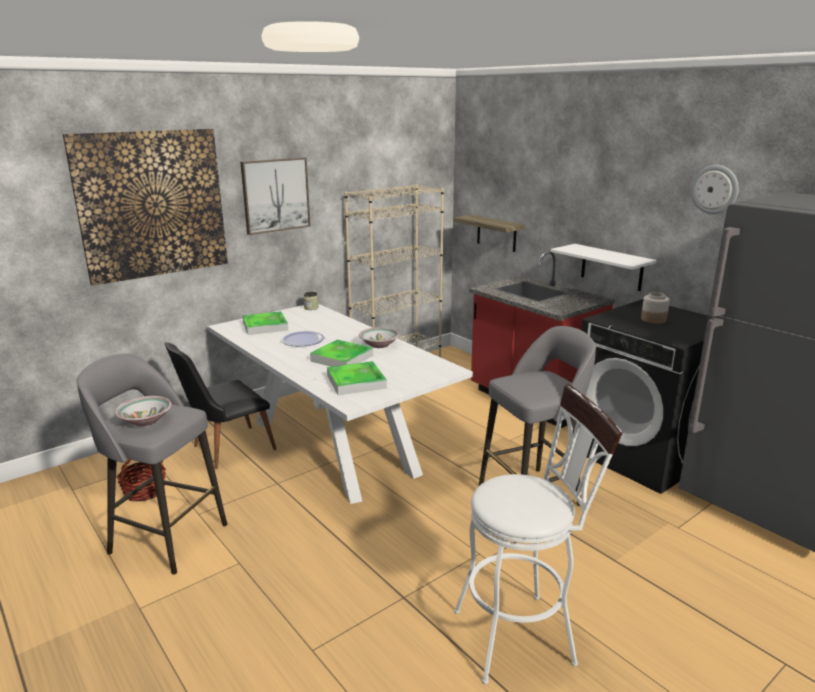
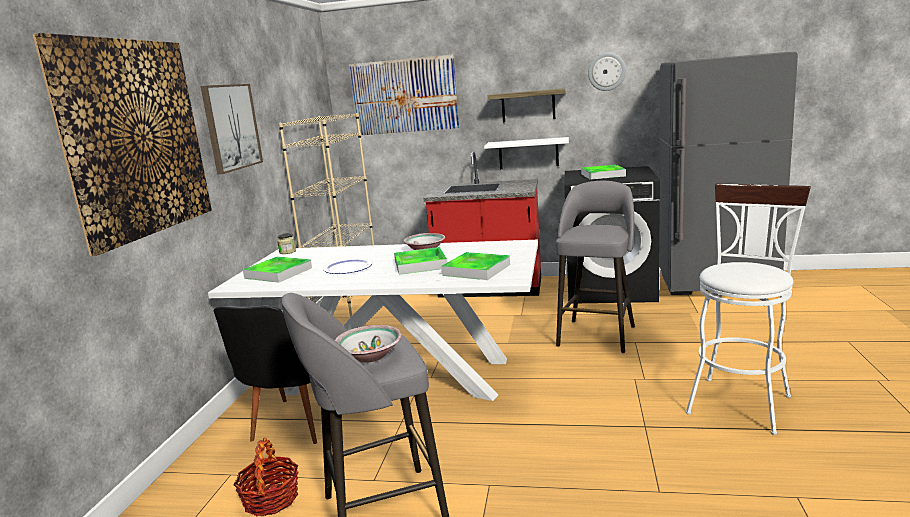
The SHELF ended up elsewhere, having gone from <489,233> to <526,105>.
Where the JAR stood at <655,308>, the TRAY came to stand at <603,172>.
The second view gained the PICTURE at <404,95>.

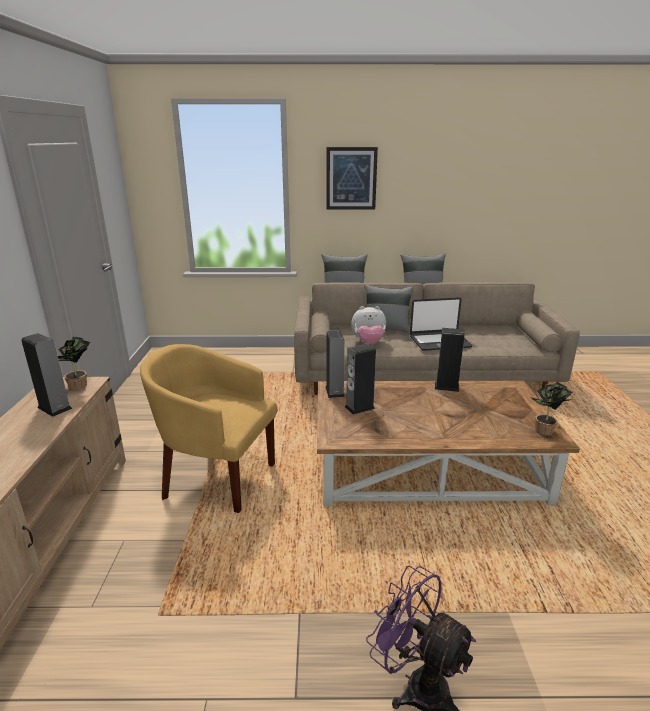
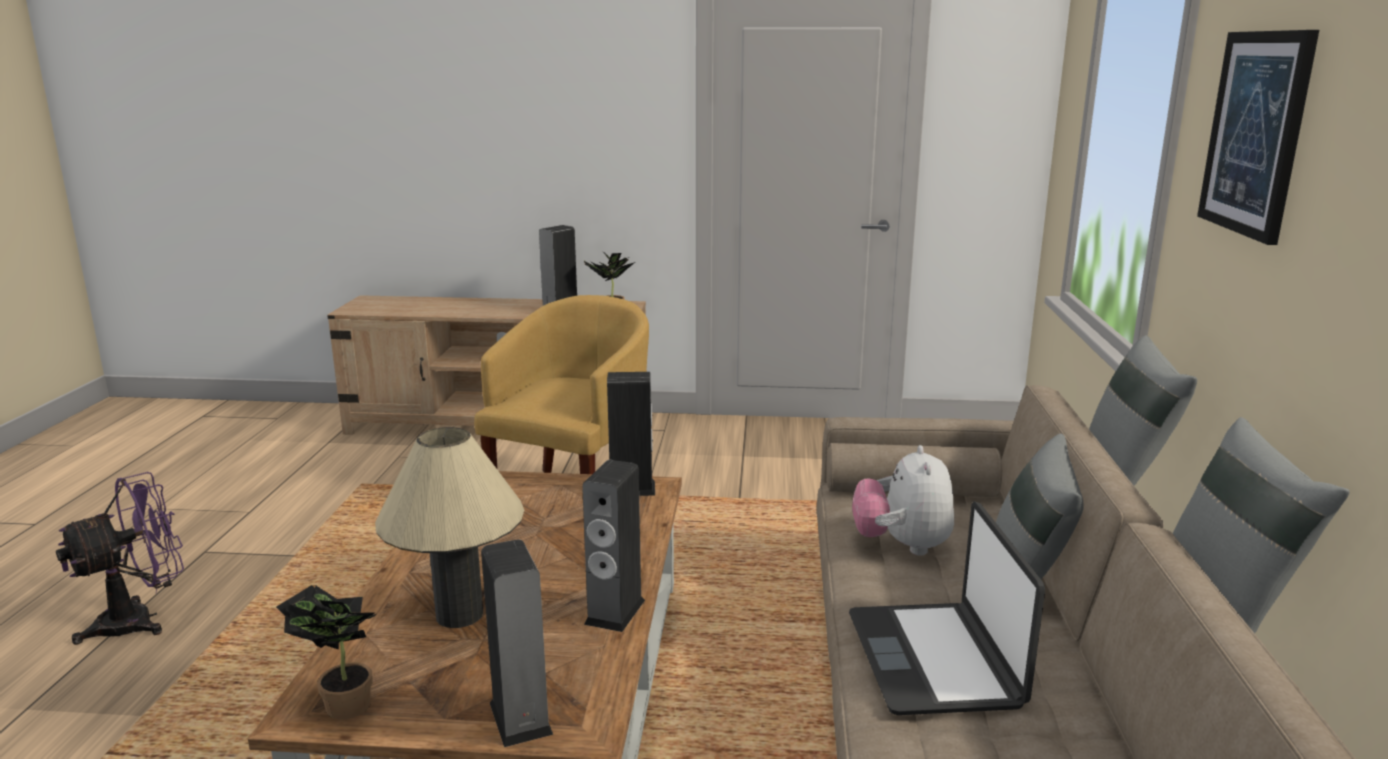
The SPEAKER ended up elsewhere, having gone from <360,379> to <517,643>.
The second view gained the BEIGE TABLE LAMP at <449,527>.

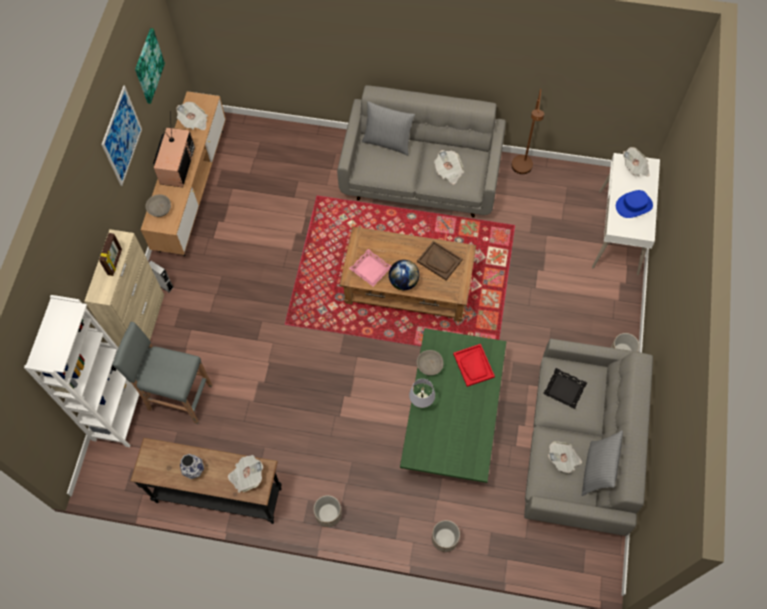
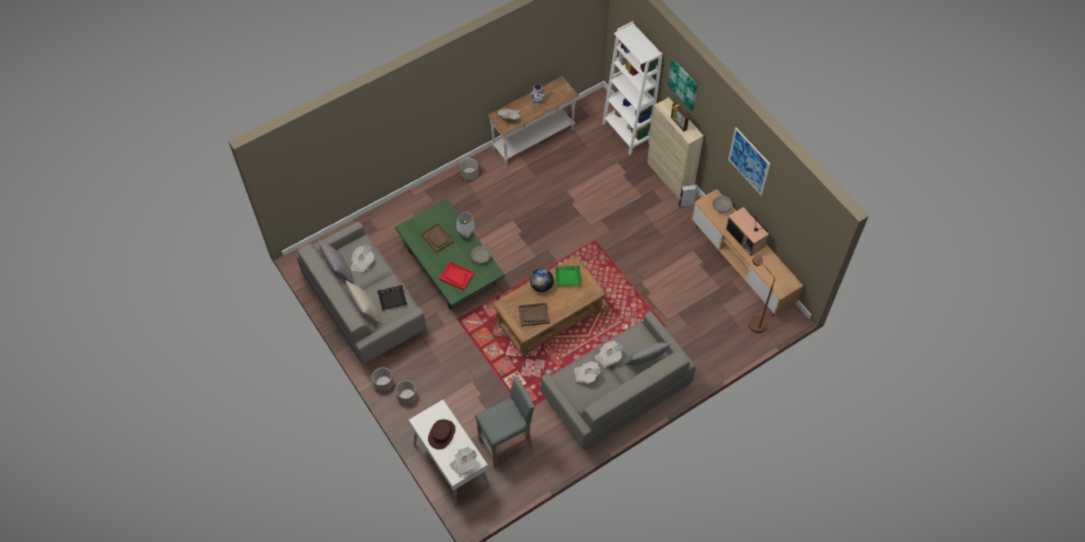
The GREY STOOL ended up elsewhere, having gone from <162,373> to <505,422>.
What was the BLACK CONSOLE TABLE at <206,481> turned into the WHITE CONSOLE TABLE at <533,121>.
The PICTURE ended up elsewhere, having gone from <150,66> to <683,85>.
The NEWSPAPER ended up elsewhere, having gone from <192,116> to <609,354>.
What was the PINK TRAY at <370,268> turned into the GREEN TRAY at <568,276>.
The PLANTER ended up elsewhere, having gone from <446,536> to <406,392>.
The BROWN FLOOR LAMP ended up elsewhere, having gone from <528,131> to <762,294>.
What was the BLUE HAT at <634,204> turned into the BROWN HAT at <441,434>.
The second view gained the BEIGE PILLOW at <364,303>.
The second view gained the BROWN TRAY at <437,237>.

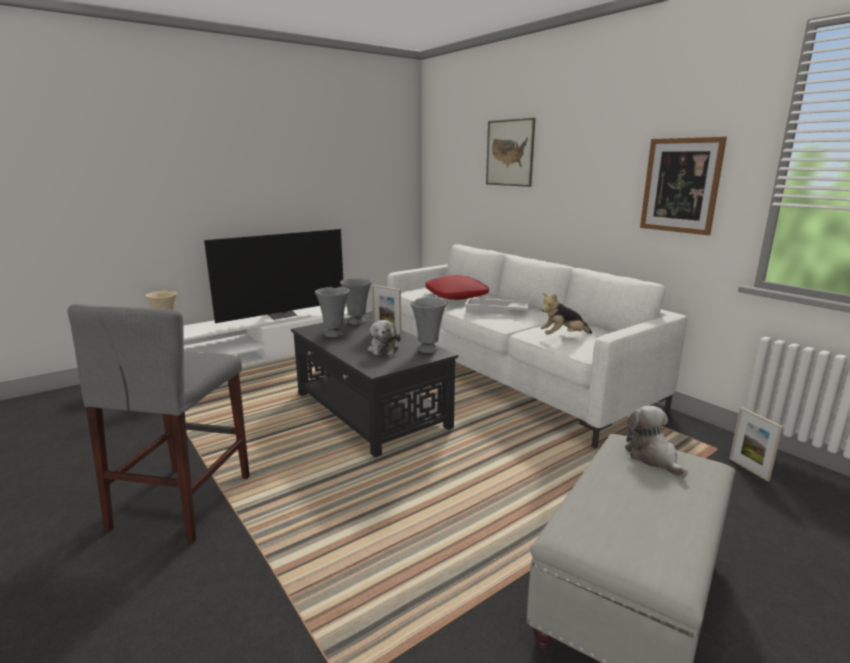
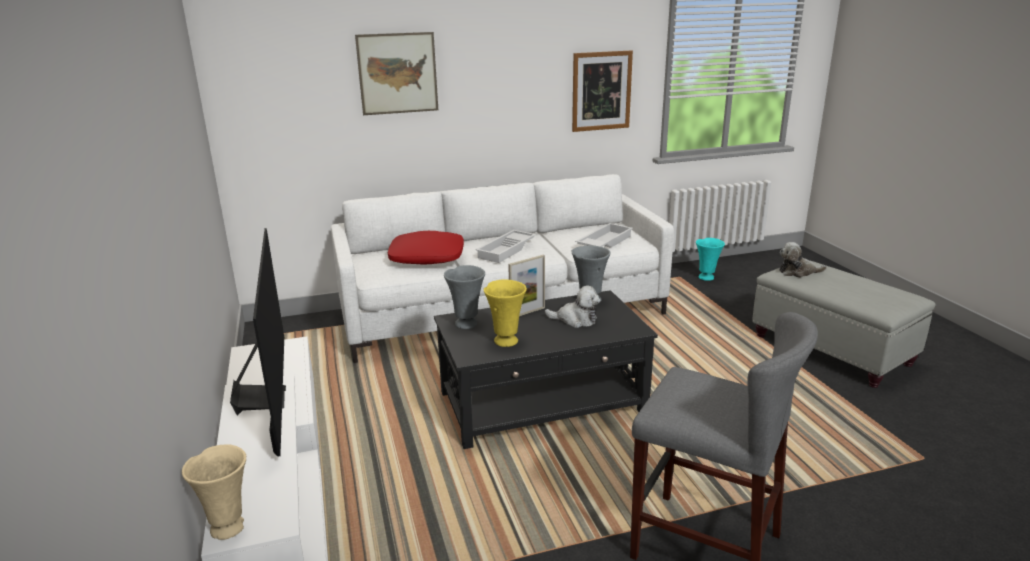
What was the GREY VASE at <332,312> turned into the YELLOW VASE at <505,313>.
Where the PLUSH TOY stood at <566,314>, the WHITE TRAY came to stand at <604,235>.
Where the PICTURE FRAME stood at <756,444>, the TURQUOISE VASE came to stand at <710,259>.

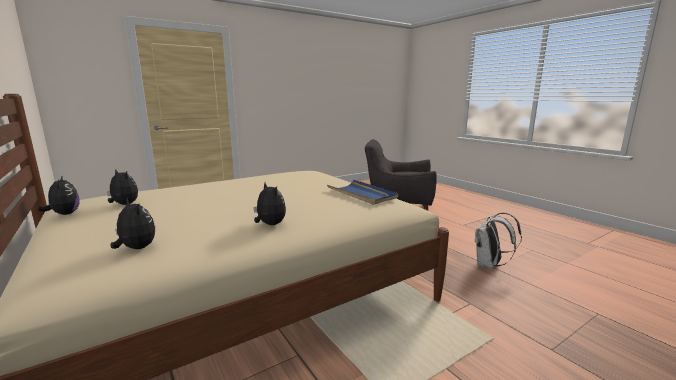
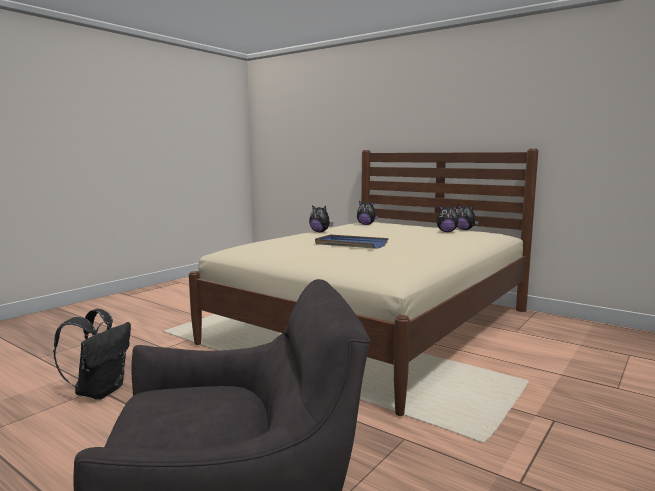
The BLUE TRAY ended up elsewhere, having gone from <362,192> to <352,241>.
What was the WHITE BACKPACK at <498,240> turned into the BLACK BACKPACK at <92,354>.

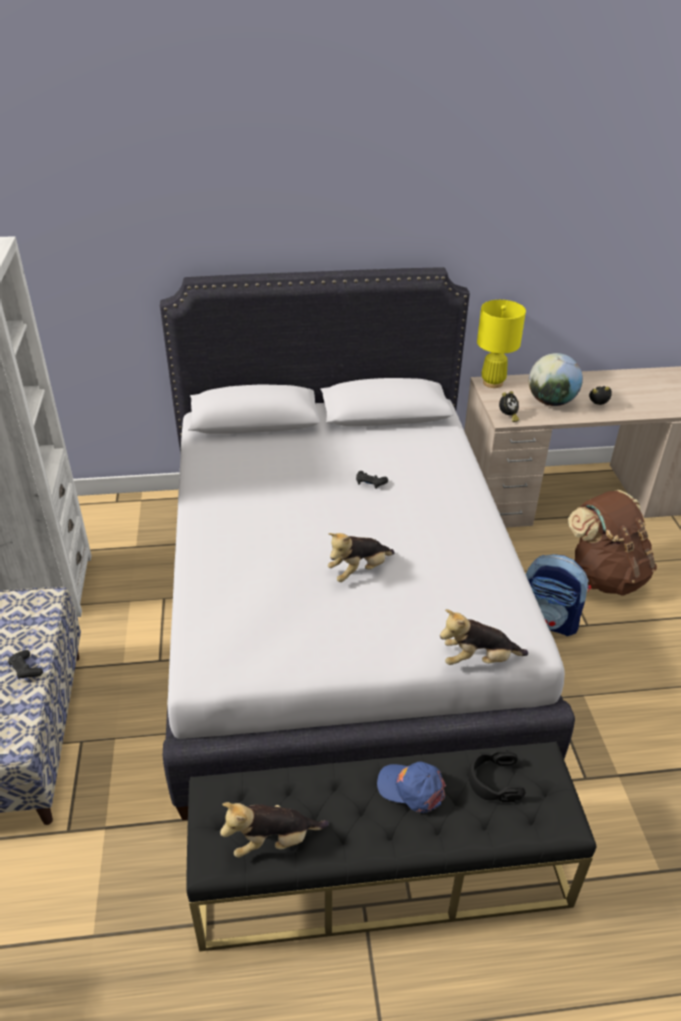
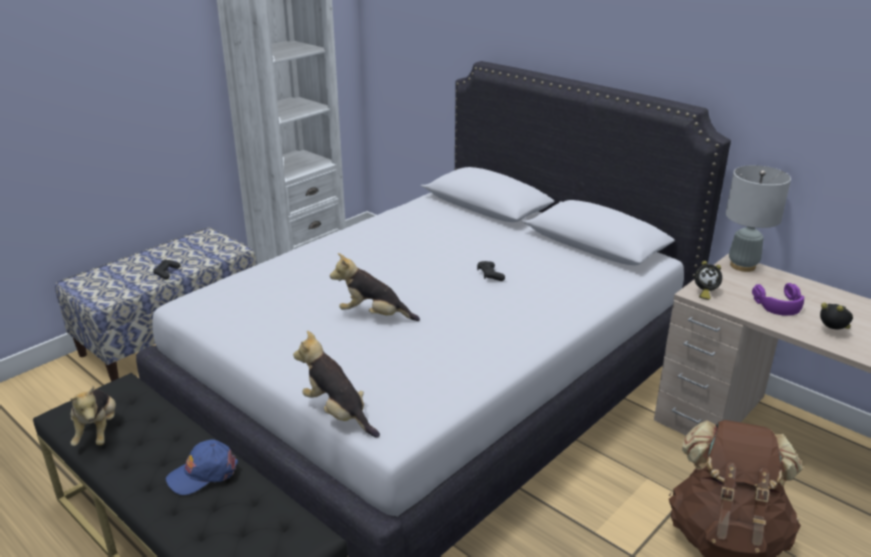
The PLUSH TOY at <274,830> ended up facing another way, 135 degrees counterclockwise from before.
The BLUE CAP at <411,787> ended up facing another way, 105 degrees counterclockwise from before.
The second view lost the BLACK HEADPHONES at <497,776>.
What was the YELLOW TABLE LAMP at <501,344> turned into the GREY TABLE LAMP at <758,218>.
The second view lost the BACKPACK at <558,595>.
Where the GLOBE stood at <556,379>, the PURPLE HEADPHONES came to stand at <778,299>.

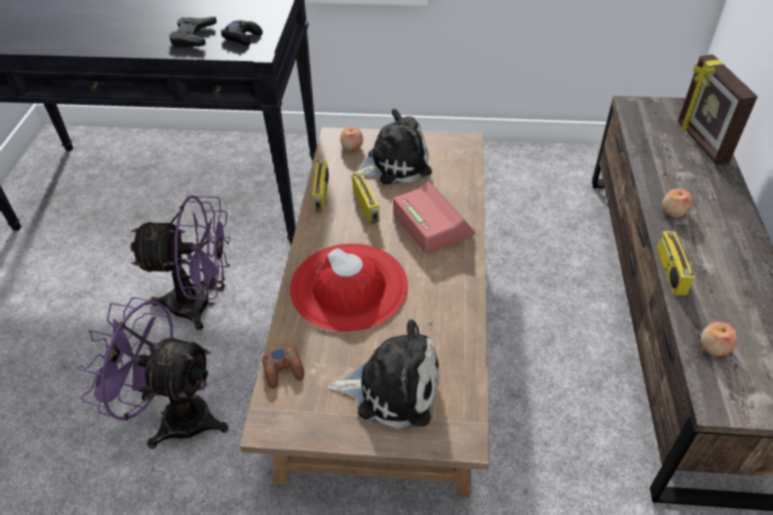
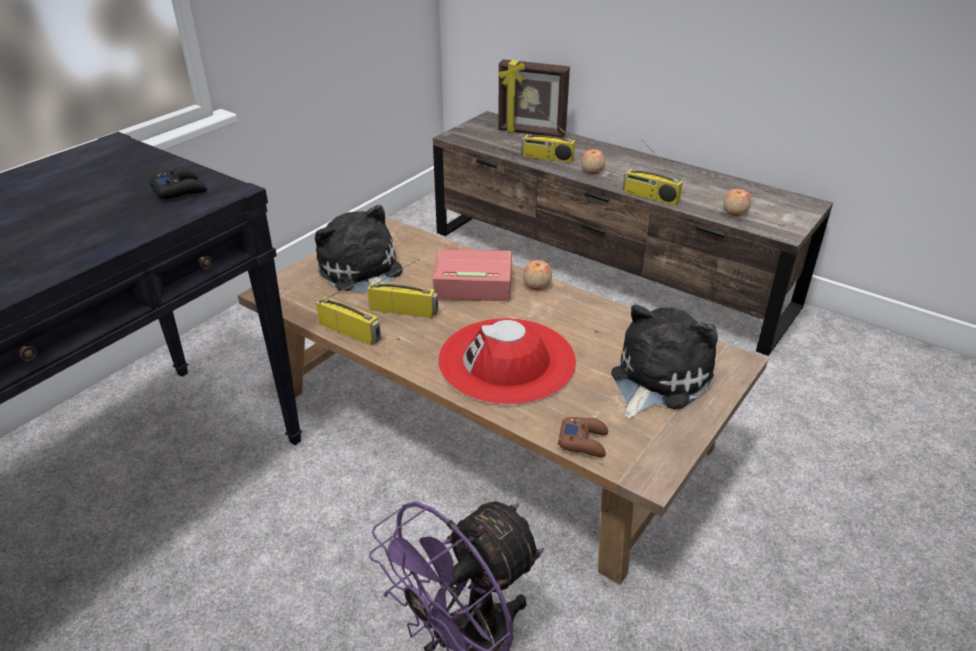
The second view lost the PURPLE FAN at <181,263>.
The second view lost the BLACK GAME CONTROLLER at <193,32>.
The APPLE ended up elsewhere, having gone from <351,138> to <537,275>.
The PLUSH TOY at <391,146> ended up facing another way, 45 degrees counterclockwise from before.
The second view gained the RADIO at <548,134>.

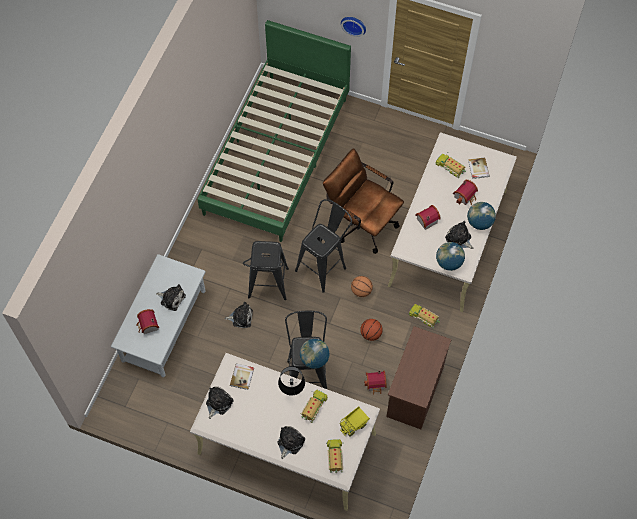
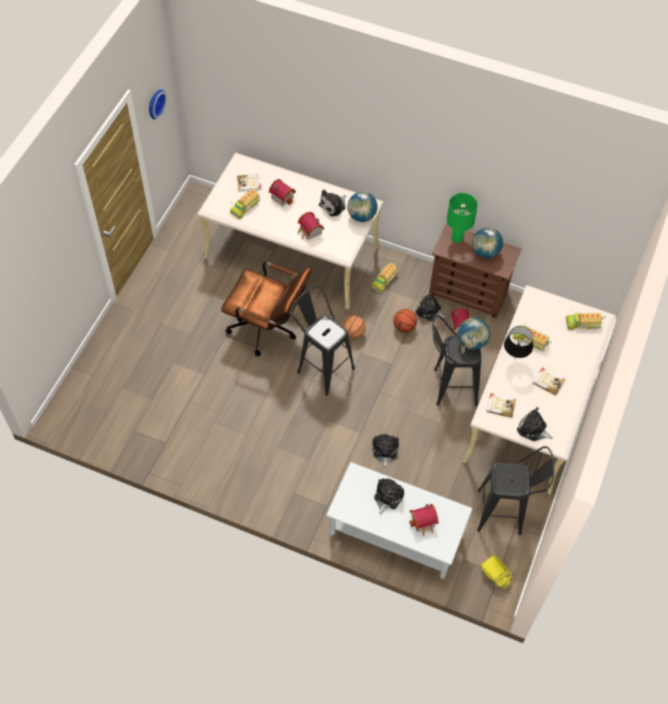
The second view lost the GREEN BED at <274,131>.
The BLACK STOOL ended up elsewhere, having gone from <266,270> to <515,490>.
The PLUSH TOY ended up elsewhere, having gone from <291,442> to <430,306>.
The BROWN OFFICE CHAIR at <363,201> ended up facing another way, 105 degrees counterclockwise from before.
The TOY TRUCK ended up elsewhere, having gone from <355,421> to <496,572>.
The WALL CLOCK ended up elsewhere, having gone from <353,27> to <158,104>.
The GLOBE ended up elsewhere, having gone from <481,216> to <487,243>.
The second view gained the GREEN TABLE LAMP at <462,218>.
The second view gained the BOOK at <549,381>.

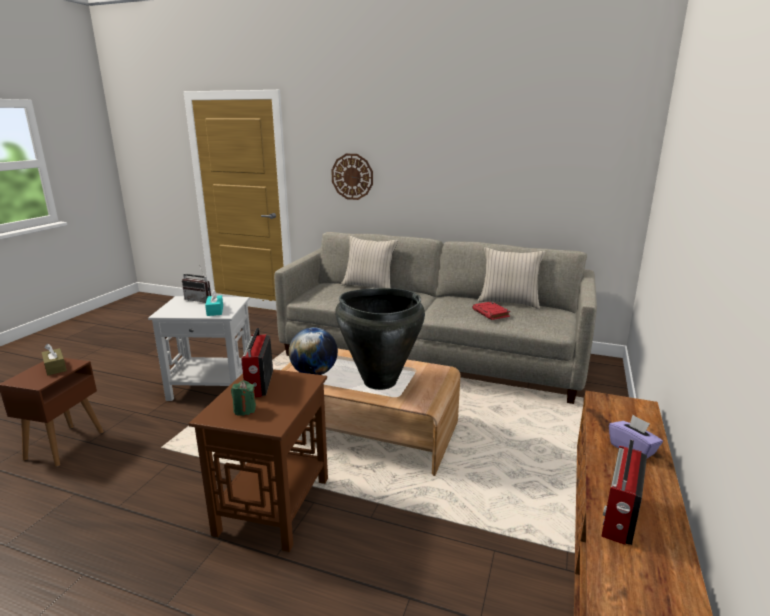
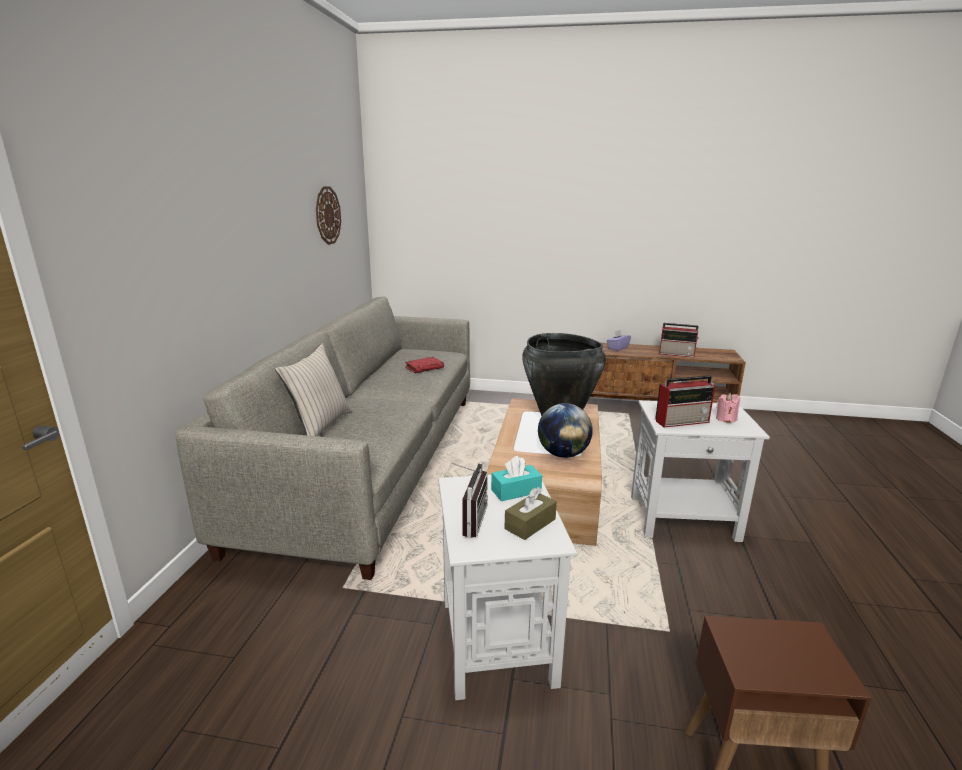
The BROWN TISSUE BOX ended up elsewhere, having gone from <54,359> to <530,513>.
What was the BROWN SIDE TABLE at <258,460> turned into the WHITE SIDE TABLE at <700,471>.
What was the GREEN CANDLE at <243,398> turned into the PINK CANDLE at <728,408>.
The WALL CLOCK ended up elsewhere, having gone from <352,177> to <328,215>.
The second view lost the BEIGE PILLOW at <511,278>.

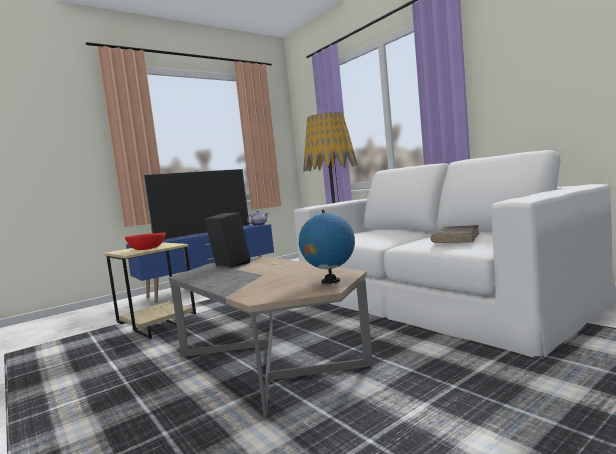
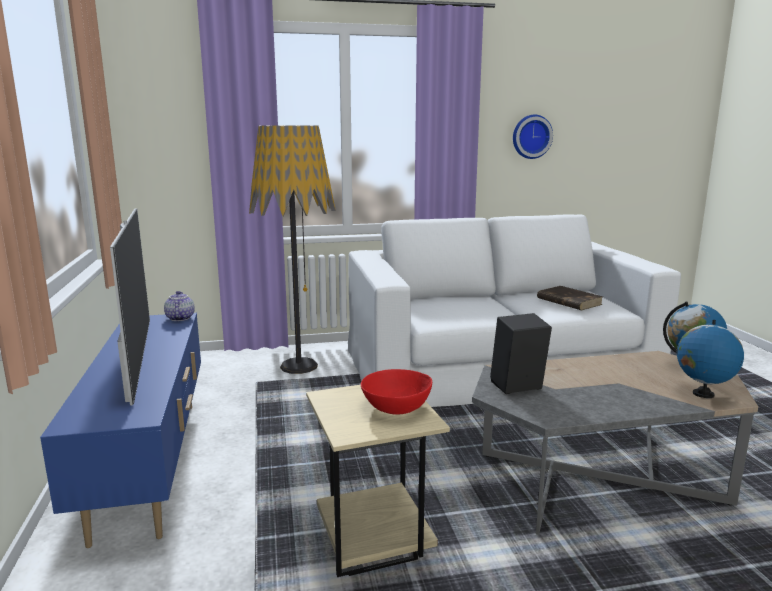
The second view gained the WALL CLOCK at <533,137>.
The second view gained the GLOBE at <710,359>.

